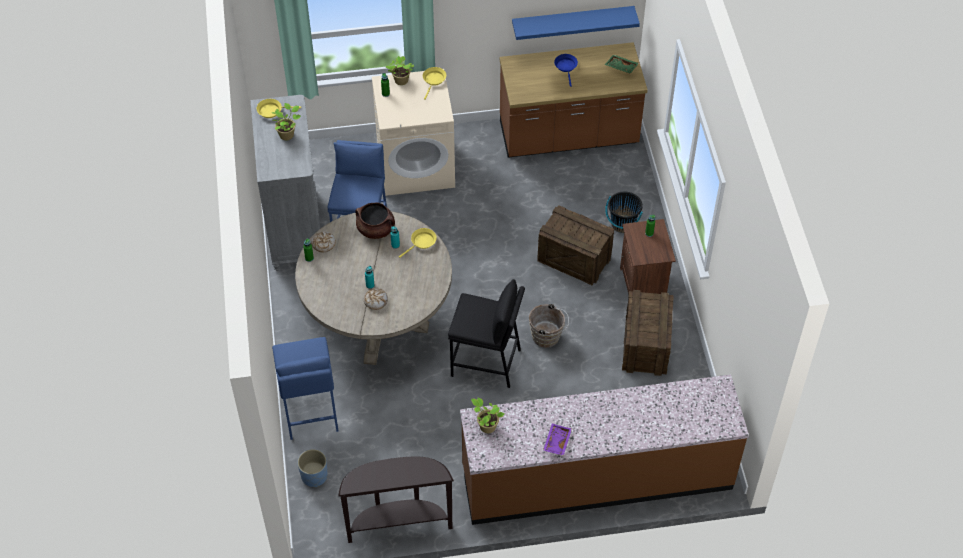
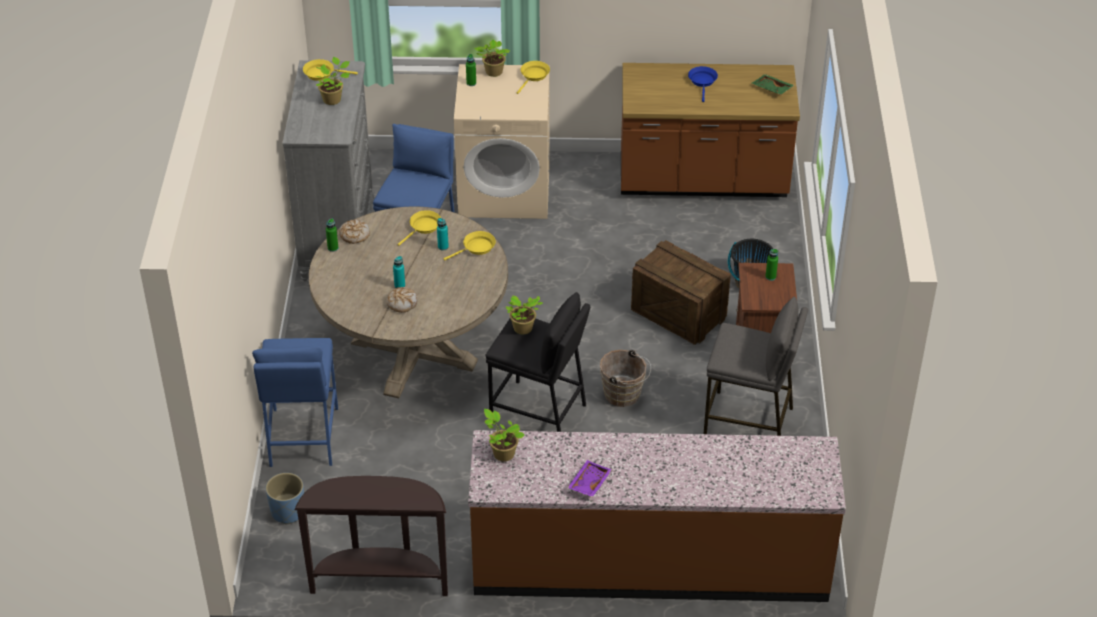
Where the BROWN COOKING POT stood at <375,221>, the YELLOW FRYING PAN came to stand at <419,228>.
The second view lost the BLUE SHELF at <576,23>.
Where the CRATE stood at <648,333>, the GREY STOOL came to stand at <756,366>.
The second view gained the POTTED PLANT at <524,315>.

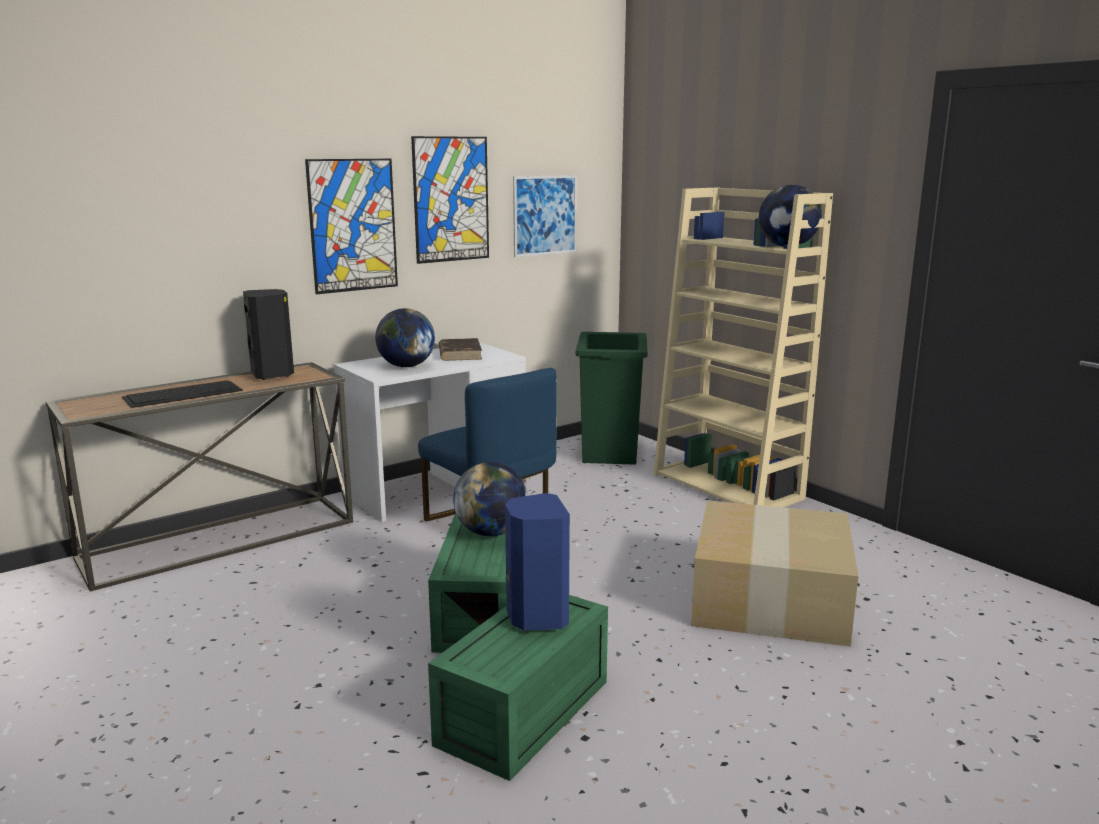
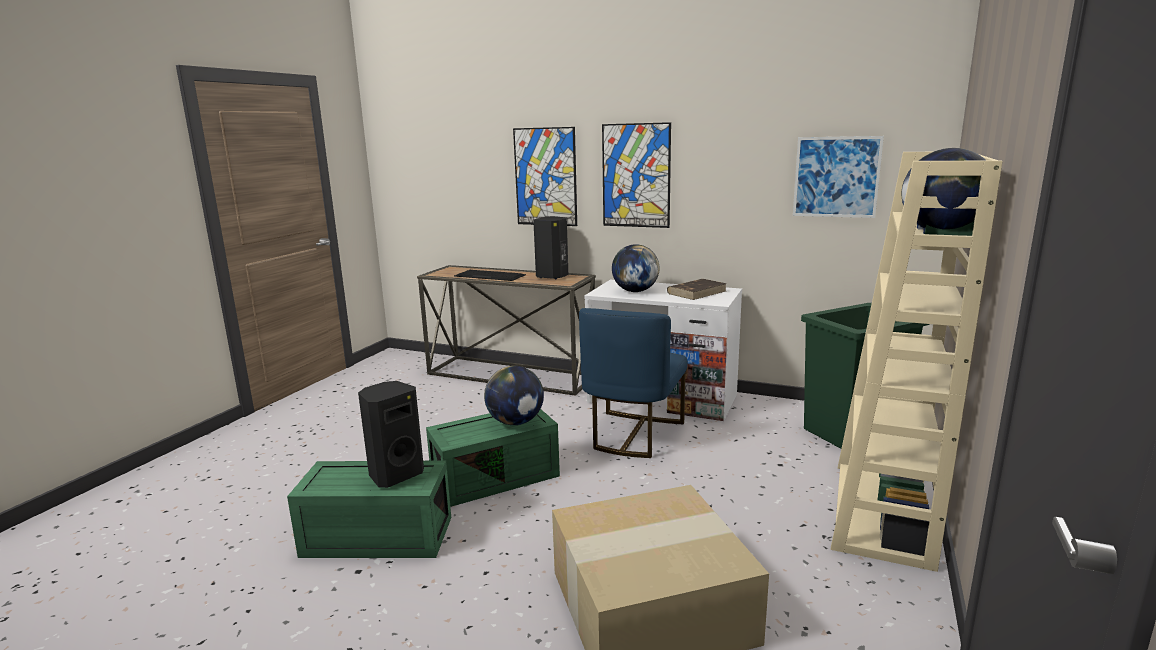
The PICTURE ended up elsewhere, having gone from <450,200> to <545,176>.
What was the BLUE SPEAKER at <537,562> turned into the BLACK SPEAKER at <391,434>.

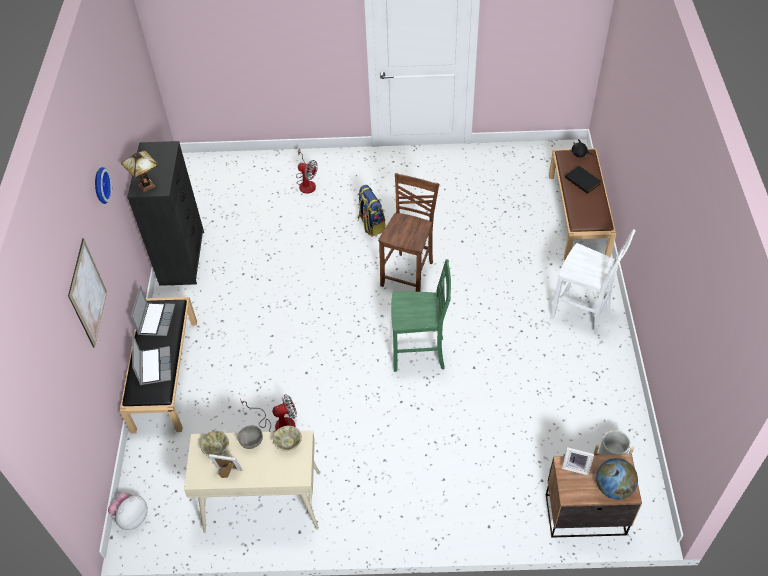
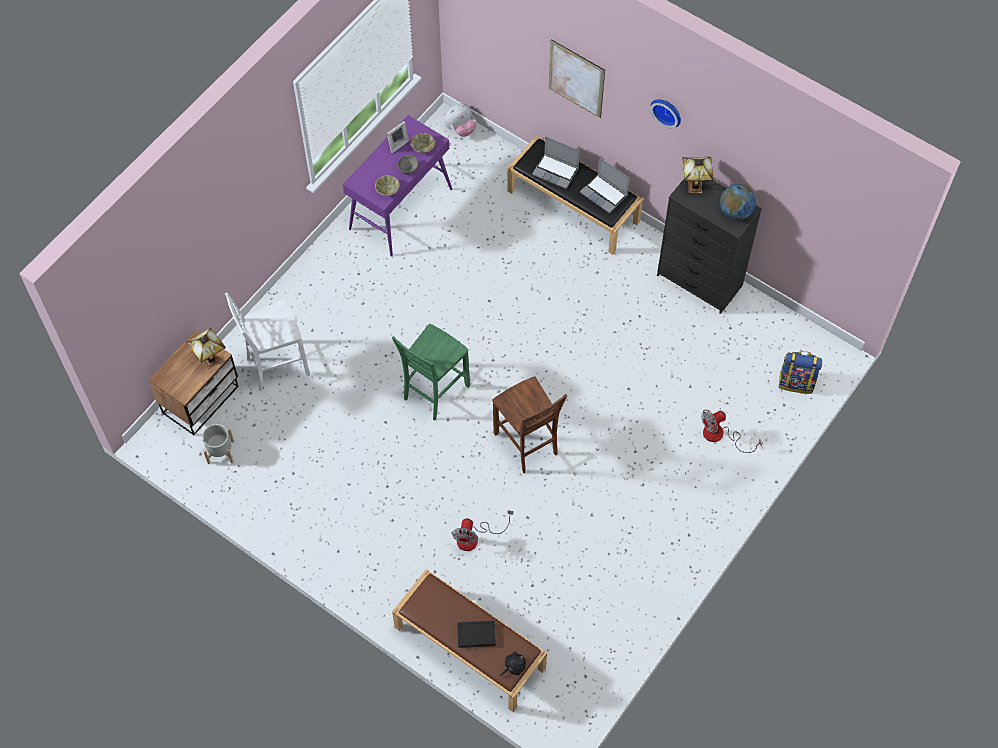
The PLUSH TOY at <128,511> ended up facing another way, 75 degrees clockwise from before.
What was the BEIGE CONSOLE TABLE at <252,481> turned into the PURPLE CONSOLE TABLE at <397,186>.
The FAN ended up elsewhere, having gone from <268,413> to <482,530>.
The BACKPACK ended up elsewhere, having gone from <371,210> to <800,372>.
The WHITE CHAIR ended up elsewhere, having gone from <593,282> to <267,342>.
Where the PICTURE FRAME stood at <578,461>, the TABLE LAMP came to stand at <206,348>.
The GLOBE ended up elsewhere, having gone from <617,479> to <738,202>.

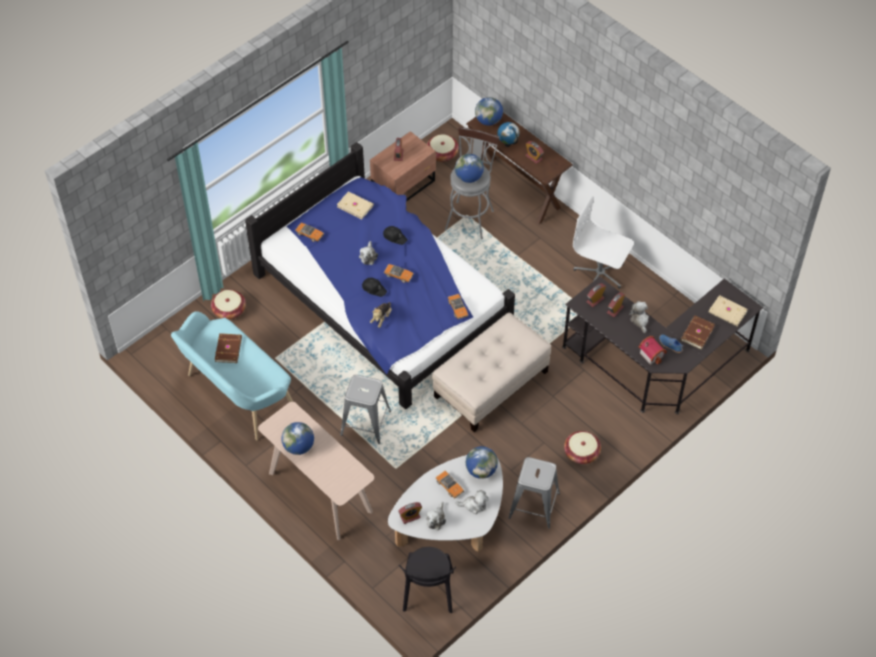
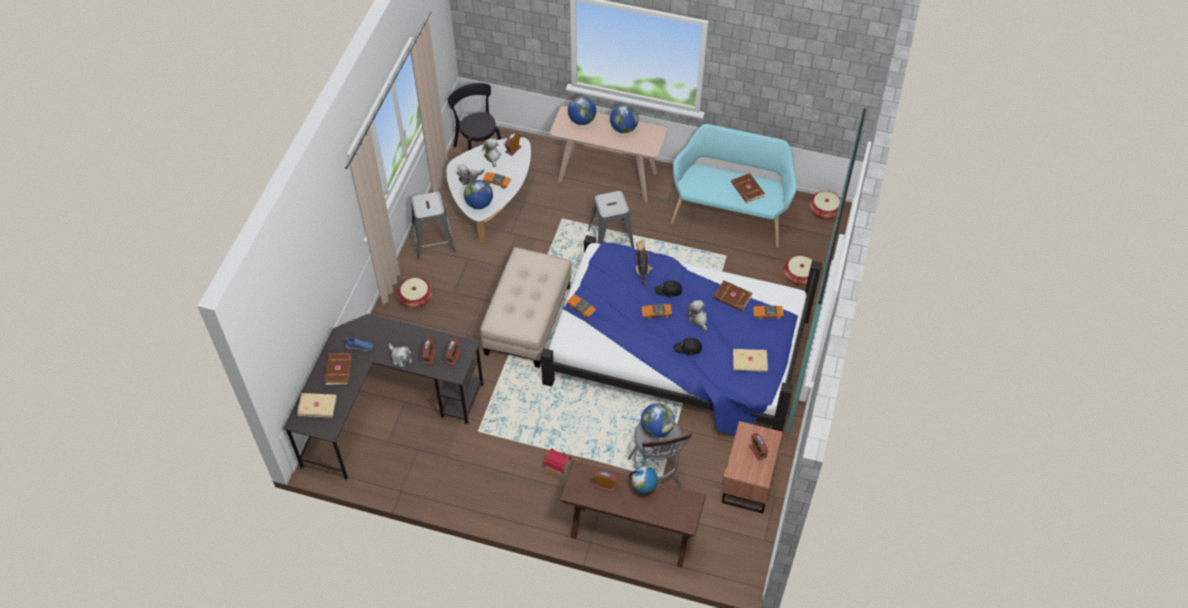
The BASKET ended up elsewhere, having gone from <443,148> to <825,205>.
The GLOBE ended up elsewhere, having gone from <489,111> to <582,110>.
The second view lost the WHITE OFFICE CHAIR at <603,242>.
The TOY HOUSE ended up elsewhere, having gone from <652,350> to <558,463>.
The second view gained the BROWN BOOK at <733,295>.

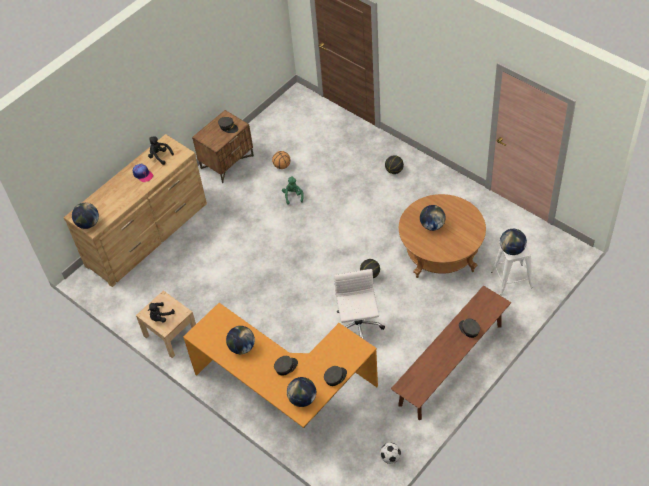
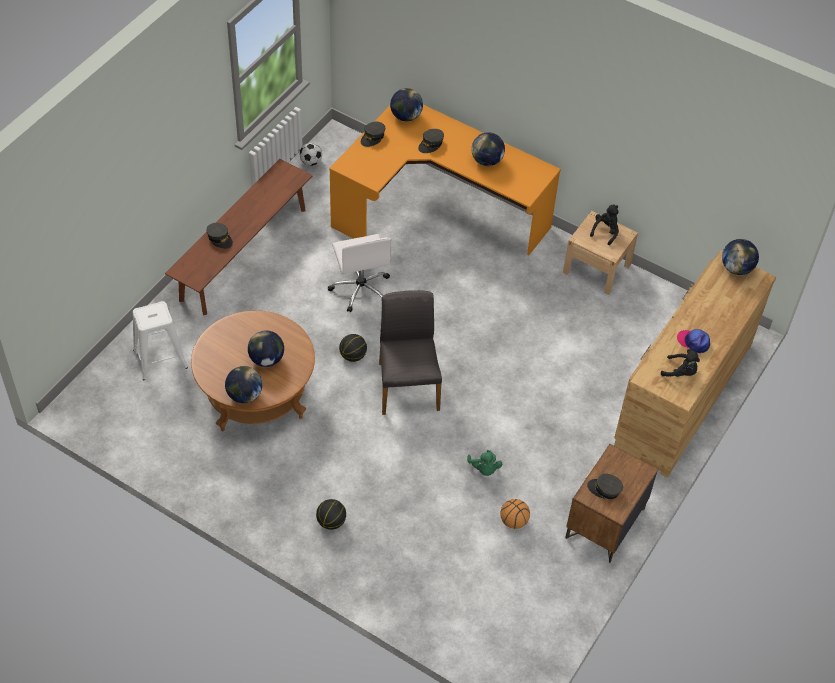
The GLOBE ended up elsewhere, having gone from <513,242> to <243,384>.
The second view gained the GREY CHAIR at <410,352>.

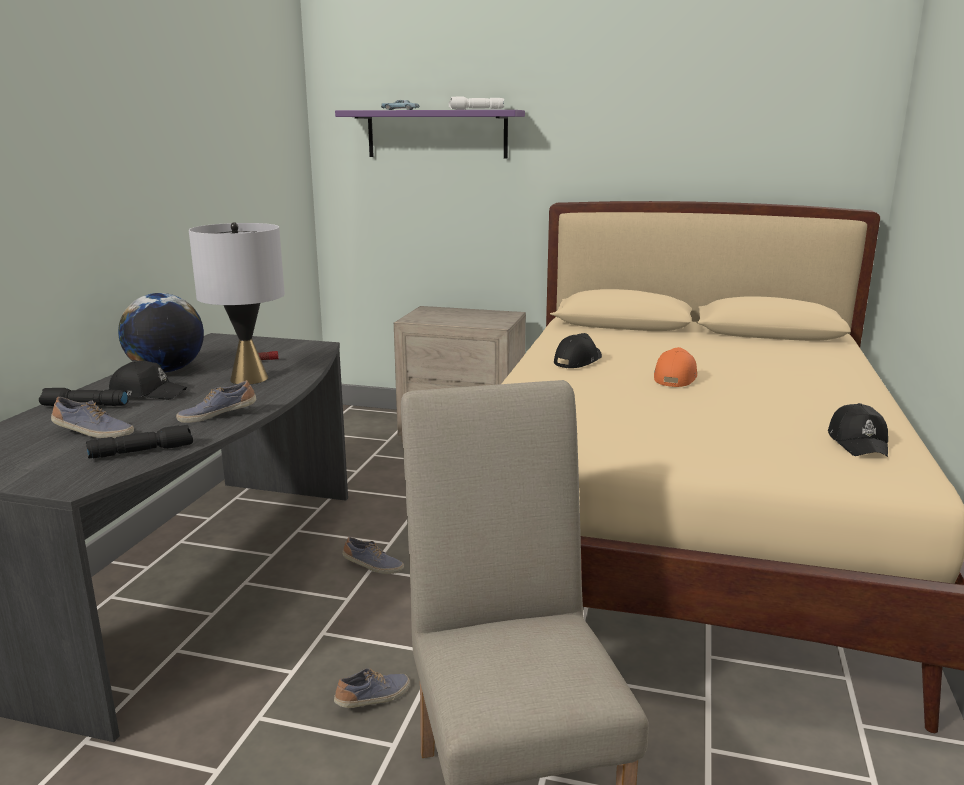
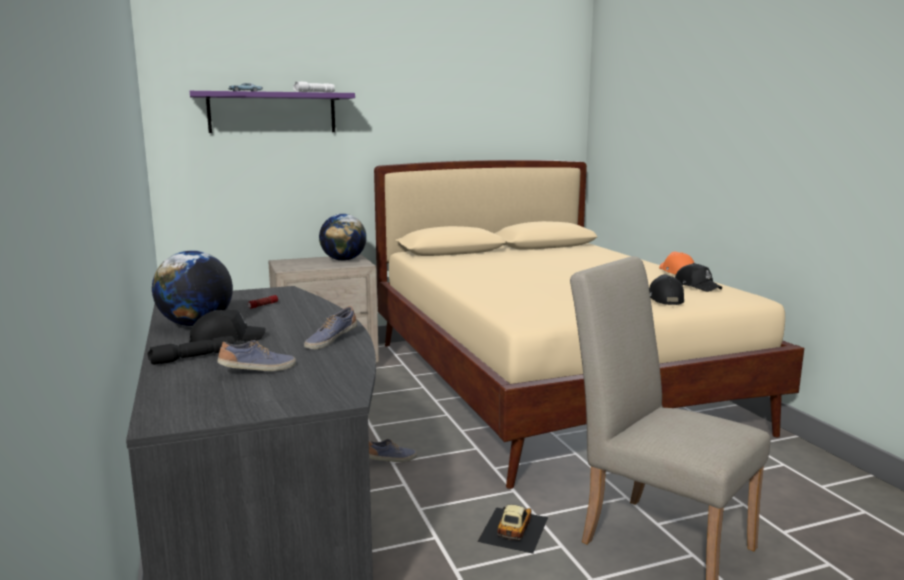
The second view lost the BLACK FLASHLIGHT at <139,441>.
The second view lost the GREY TABLE LAMP at <237,303>.
Where the SHOE stood at <372,688>, the TOY CAR came to stand at <512,529>.
The BLACK CAP ended up elsewhere, having gone from <578,350> to <666,289>.
The ORANGE CAP ended up elsewhere, having gone from <675,367> to <676,263>.
The second view gained the GLOBE at <343,237>.

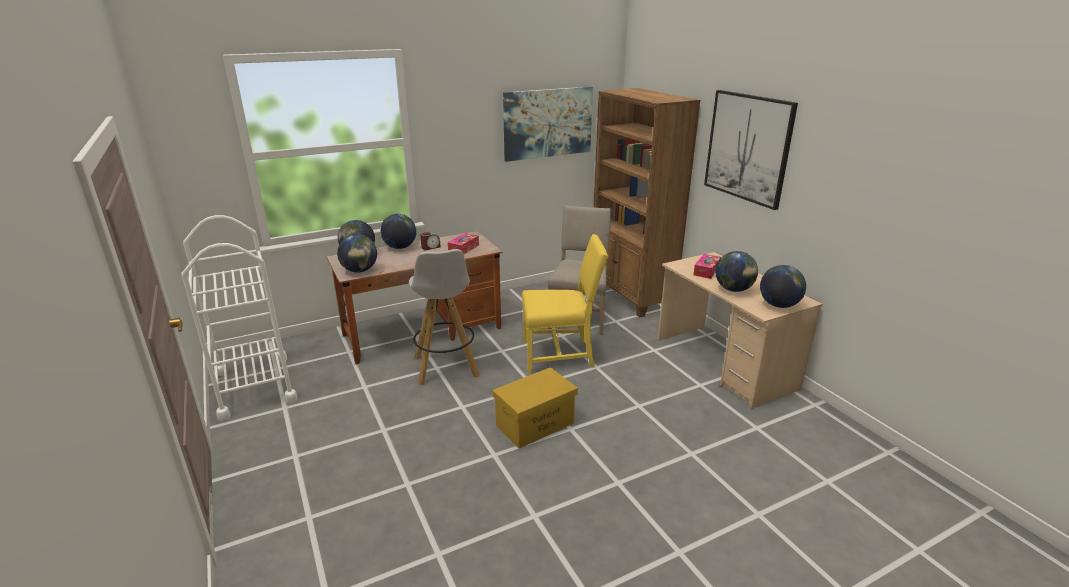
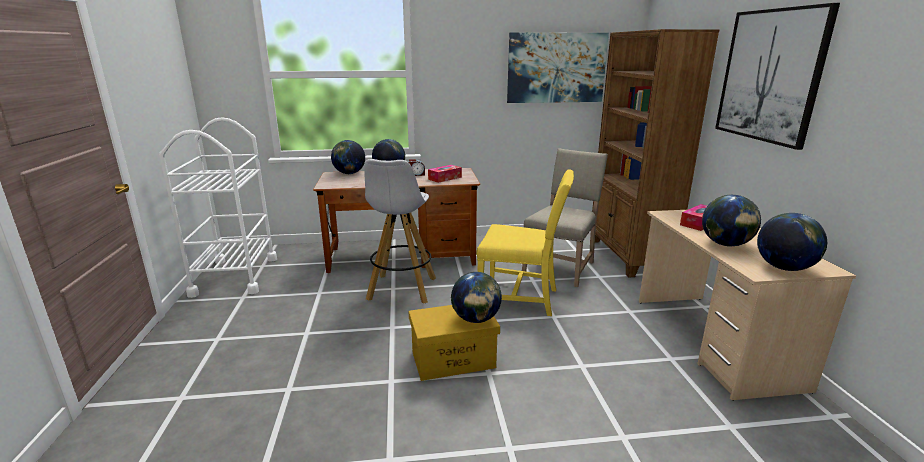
The GLOBE ended up elsewhere, having gone from <357,253> to <476,297>.

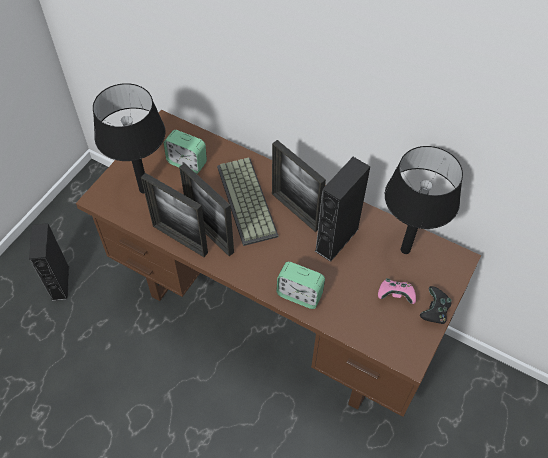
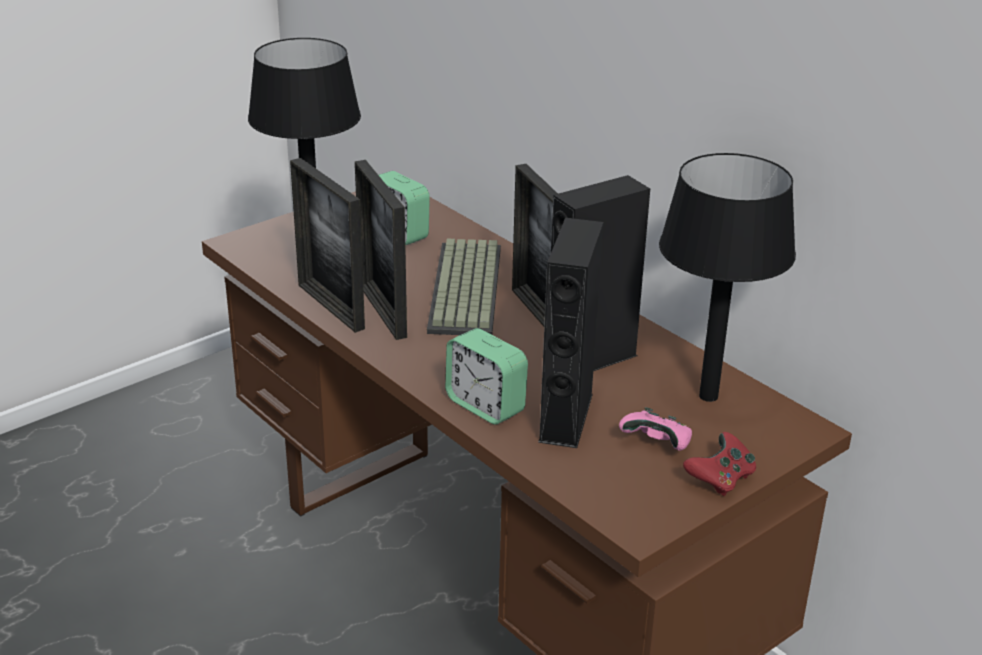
The BLACK SPEAKER ended up elsewhere, having gone from <49,262> to <570,333>.
What was the BLACK GAME CONTROLLER at <435,305> turned into the RED GAME CONTROLLER at <719,464>.

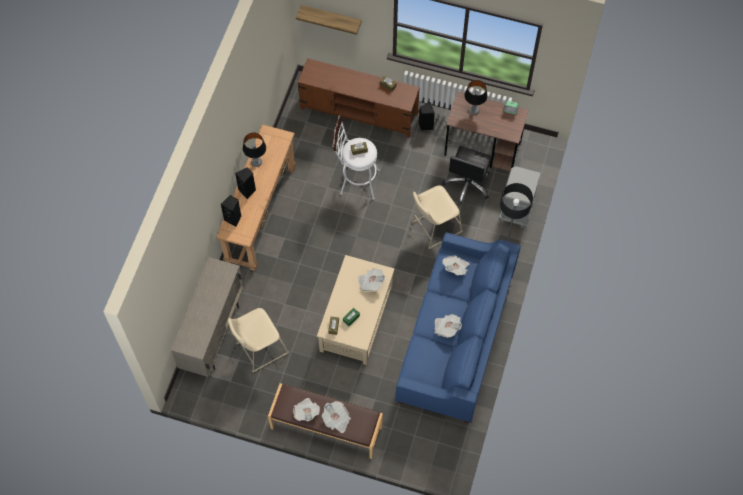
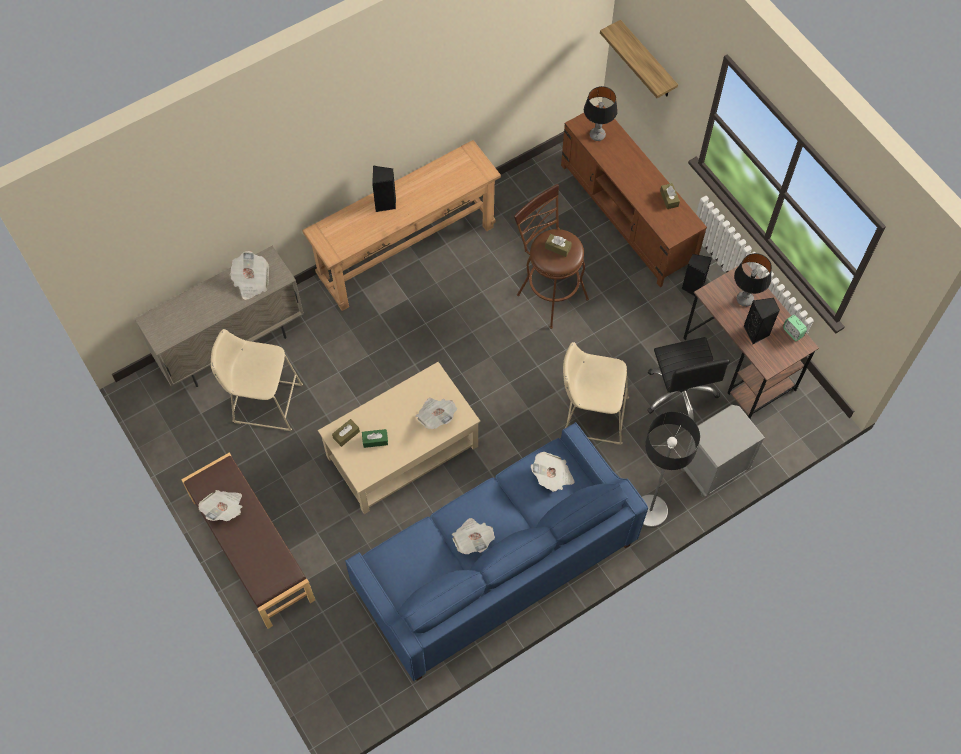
The BLACK SPEAKER ended up elsewhere, having gone from <231,211> to <762,321>.
The TABLE LAMP ended up elsewhere, having gone from <254,149> to <601,113>.
The NEWSPAPER ended up elsewhere, having gone from <336,417> to <249,275>.
What was the WHITE STOOL at <356,157> turned into the BROWN STOOL at <551,256>.
The BLACK OFFICE CHAIR at <467,175> ended up facing another way, 75 degrees counterclockwise from before.

